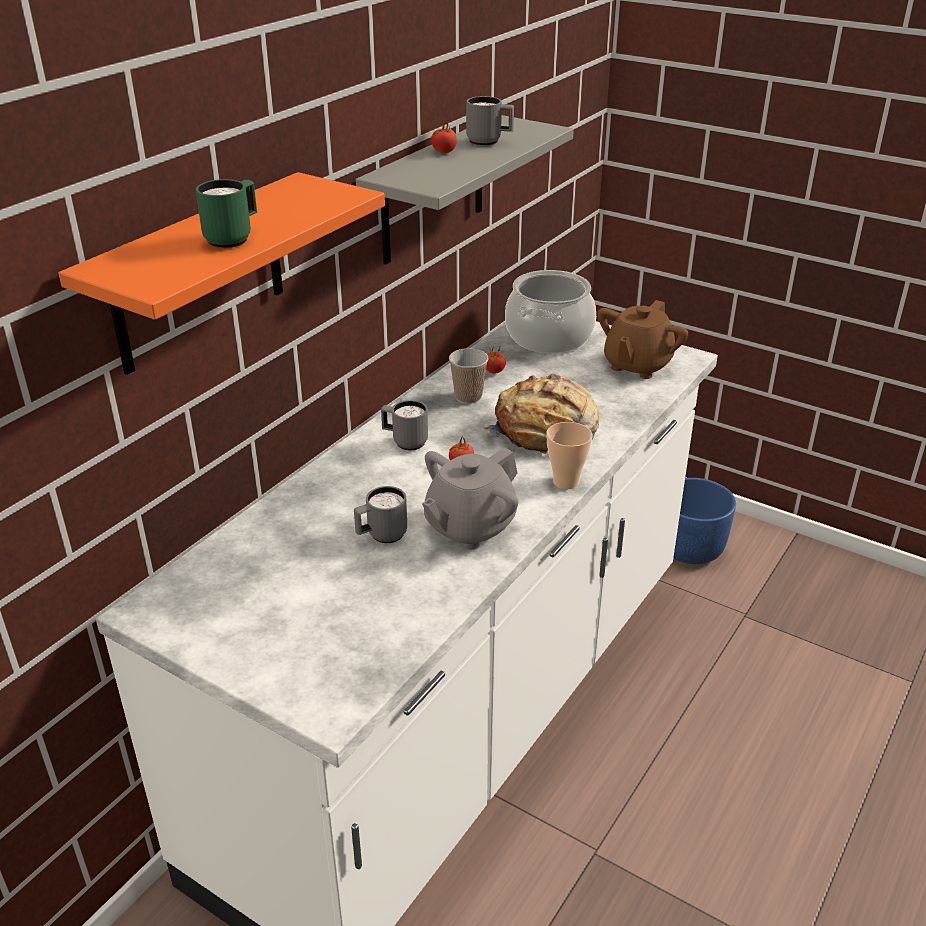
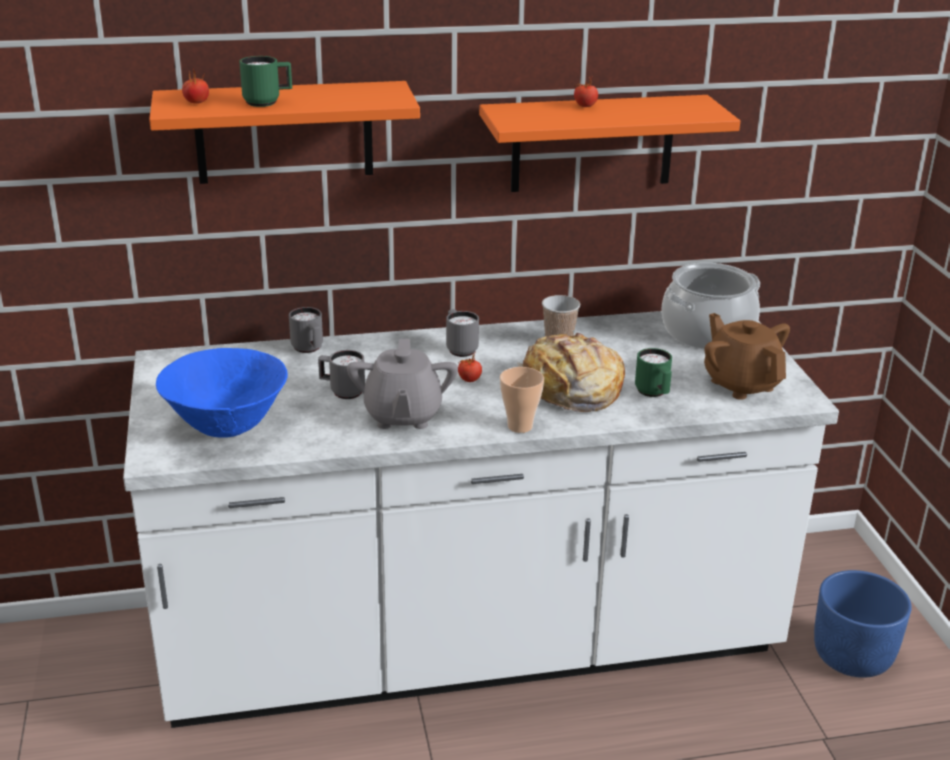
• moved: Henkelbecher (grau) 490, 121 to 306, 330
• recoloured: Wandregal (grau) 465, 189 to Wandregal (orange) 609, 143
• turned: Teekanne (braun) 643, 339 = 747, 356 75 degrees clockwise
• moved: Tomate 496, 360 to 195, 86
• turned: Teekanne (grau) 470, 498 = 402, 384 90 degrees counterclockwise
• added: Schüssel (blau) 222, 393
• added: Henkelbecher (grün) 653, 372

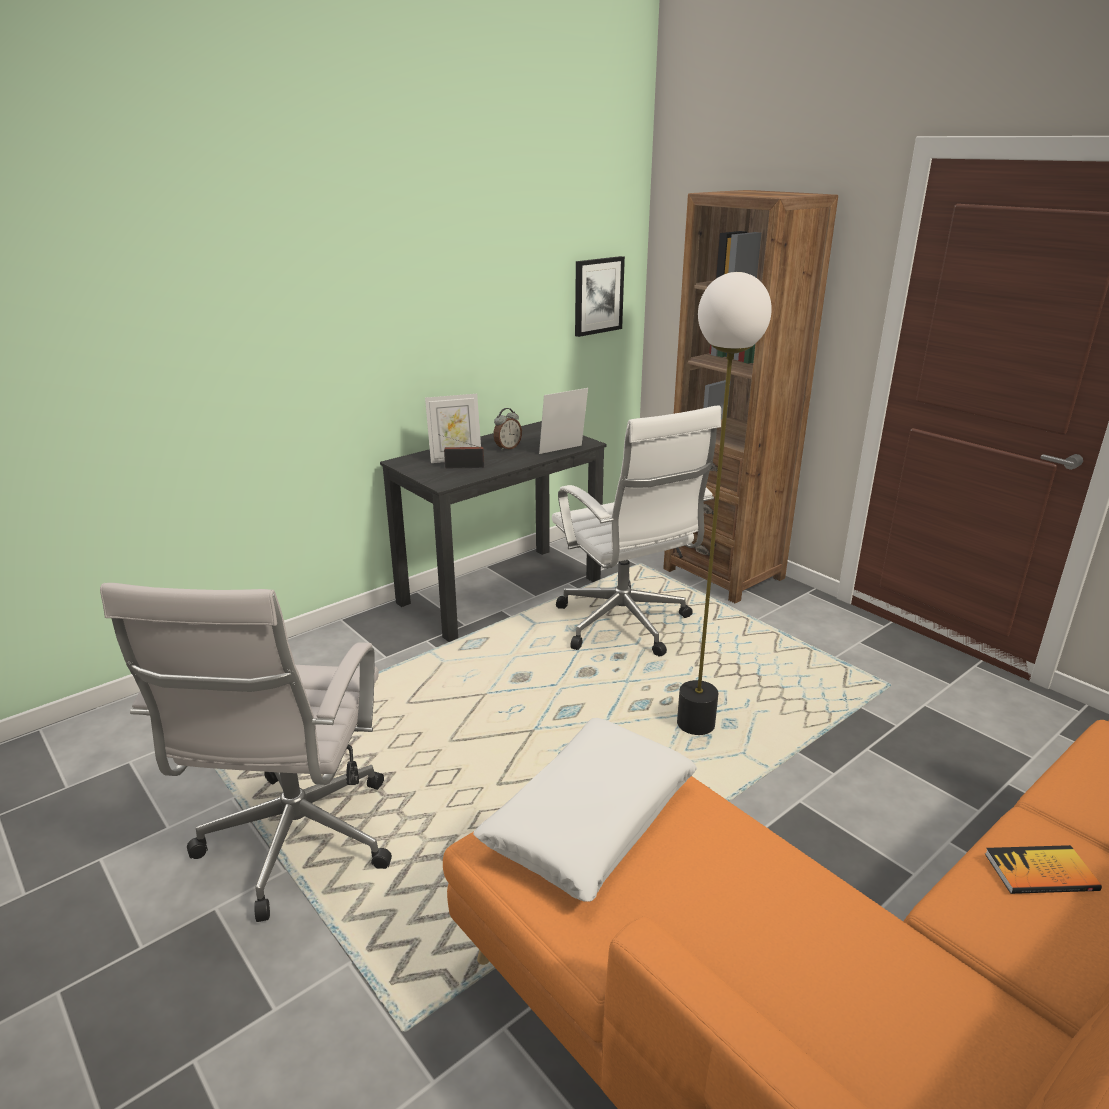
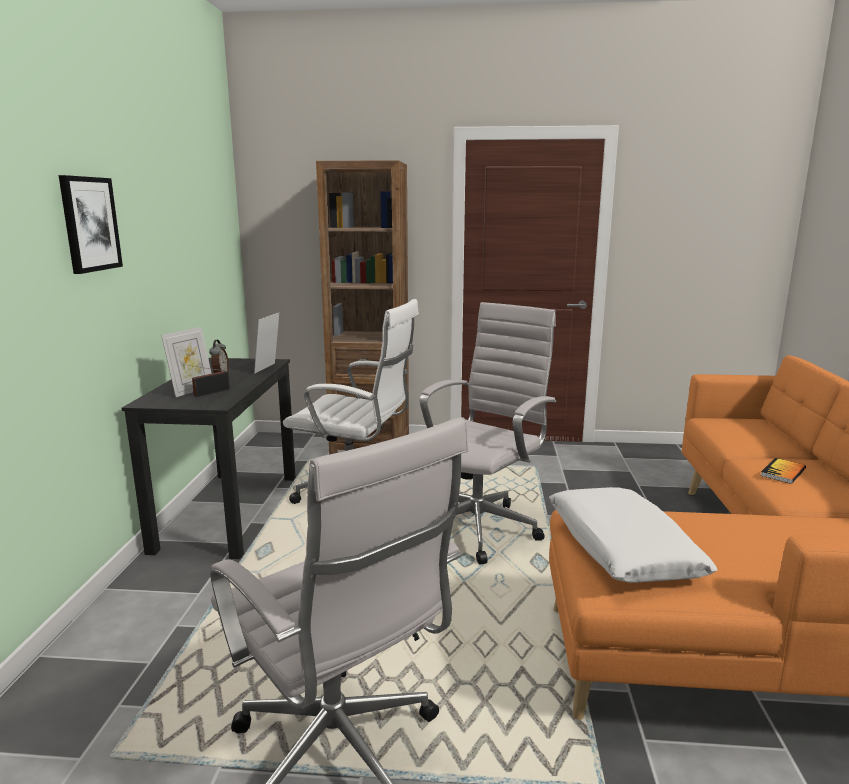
• moved: Bild 600, 296 to 91, 224
• replaced: Stehlampe 724, 503 to Bürostuhl (weiß) 488, 433

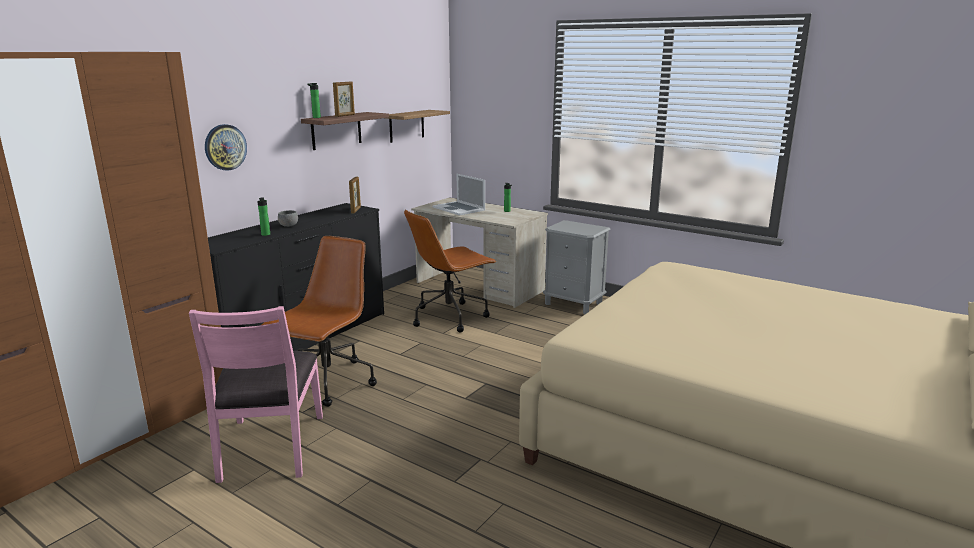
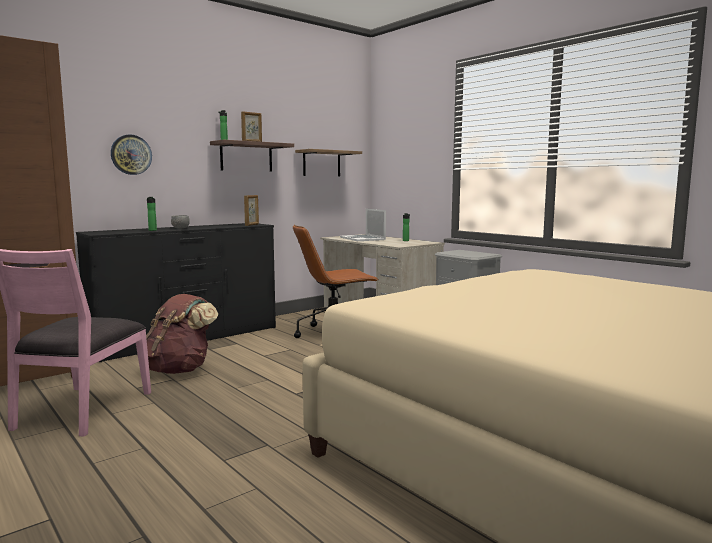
• replaced: Bürostuhl (braun) 319, 321 to Rucksack (braun) 182, 334

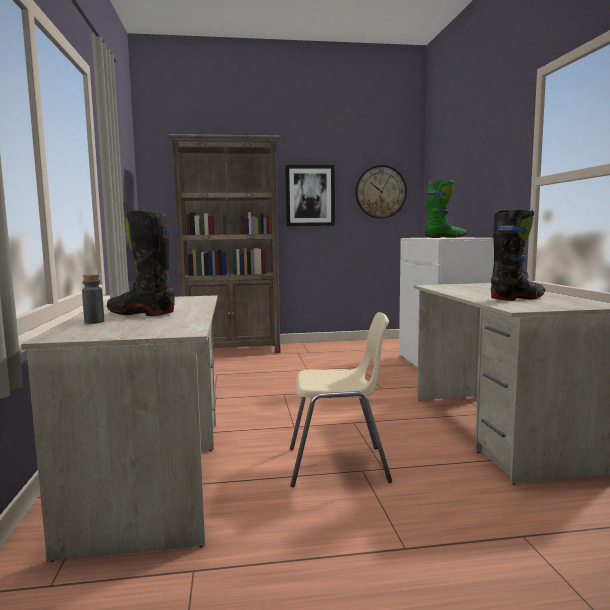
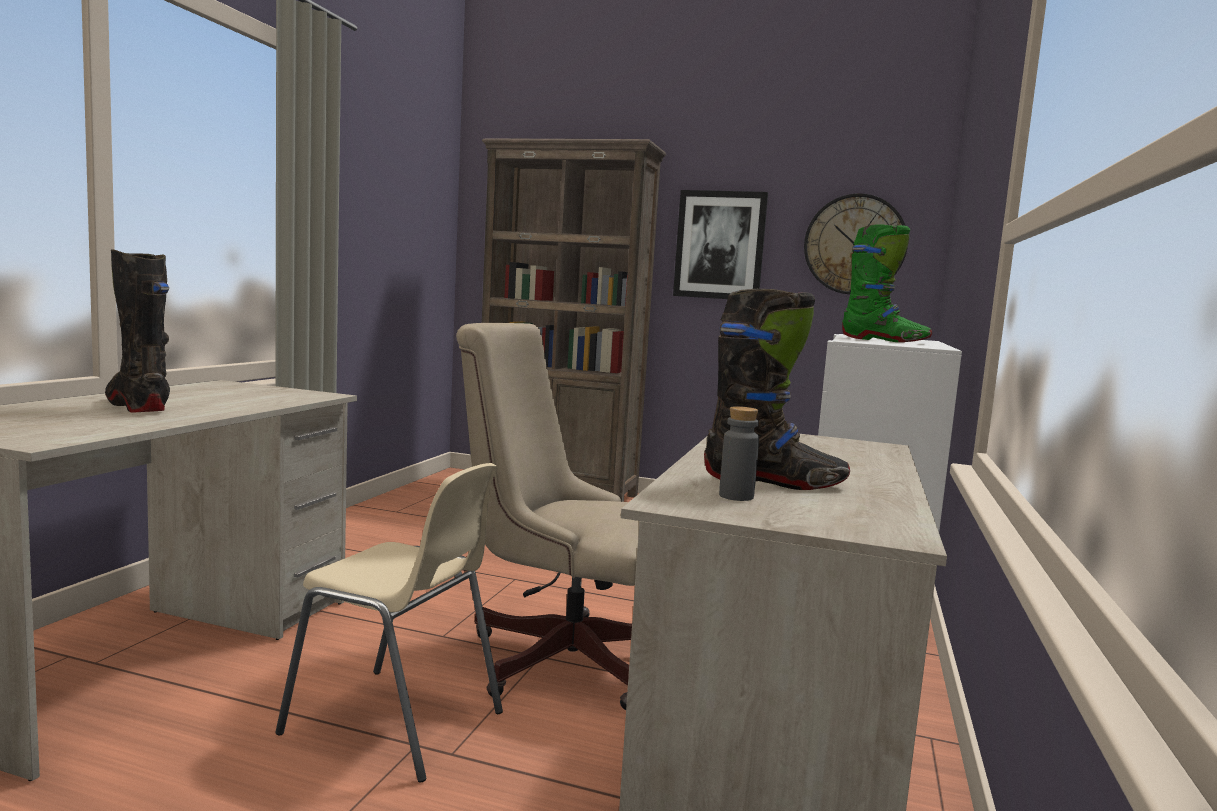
• moved: Flasche (grau) 93, 299 to 739, 453
• added: Bürostuhl (beige) 547, 516

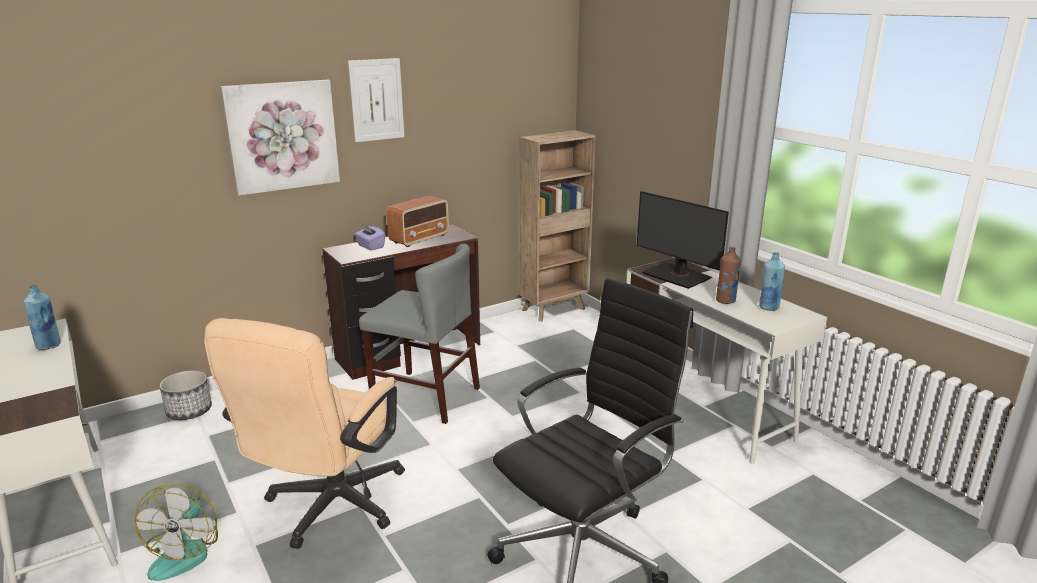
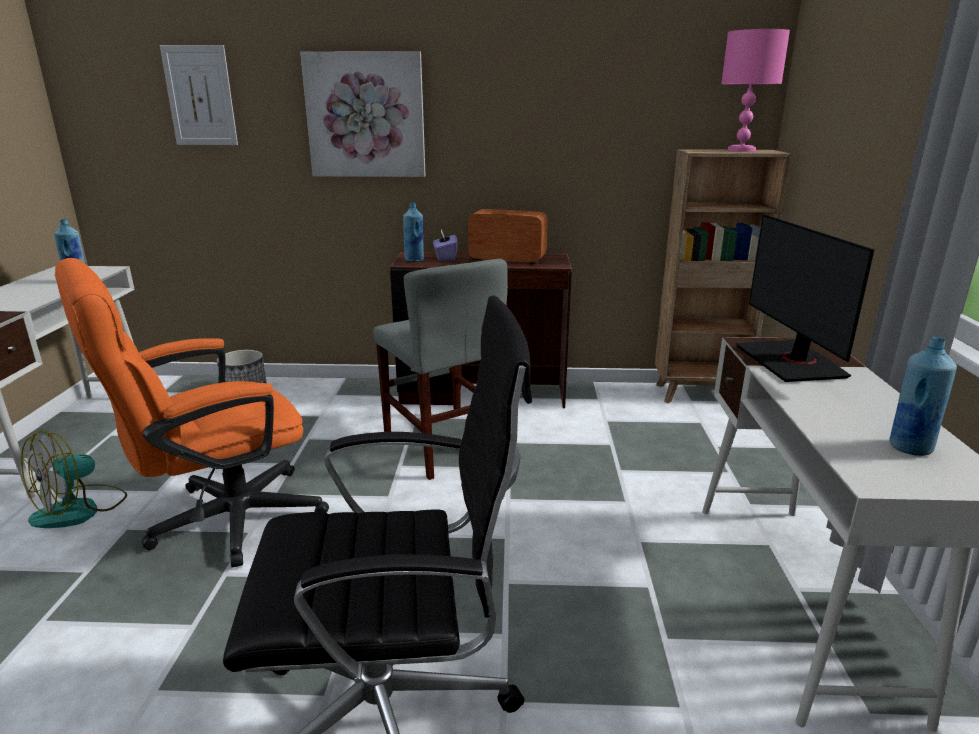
• moved: Bild 376, 100 to 199, 95
• turned: Radio 417, 221 = 508, 236 150 degrees counterclockwise
• removed: Flasche (braun) 728, 275
• recoloured: Bürostuhl (beige) 304, 433 to Bürostuhl (orange) 192, 413
• added: Tischlampe (rosa) 755, 90
• added: Flasche (blau) 413, 232

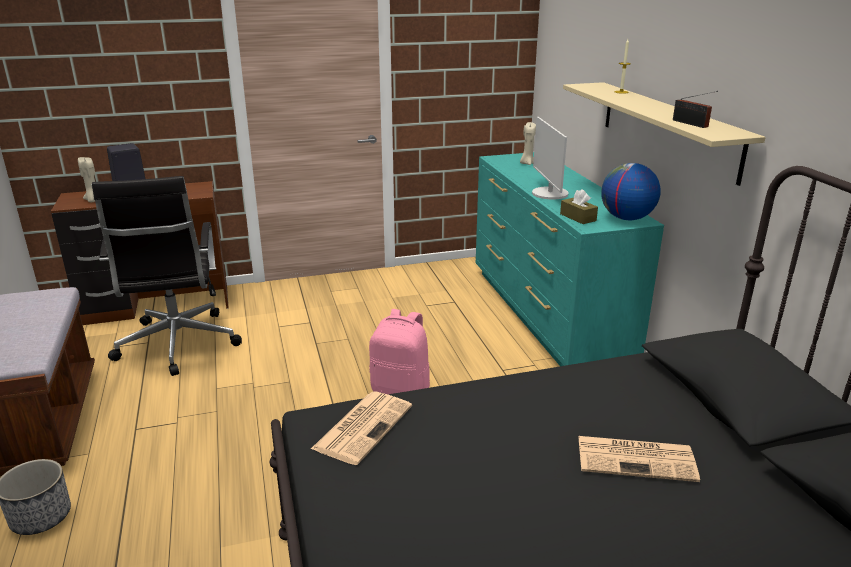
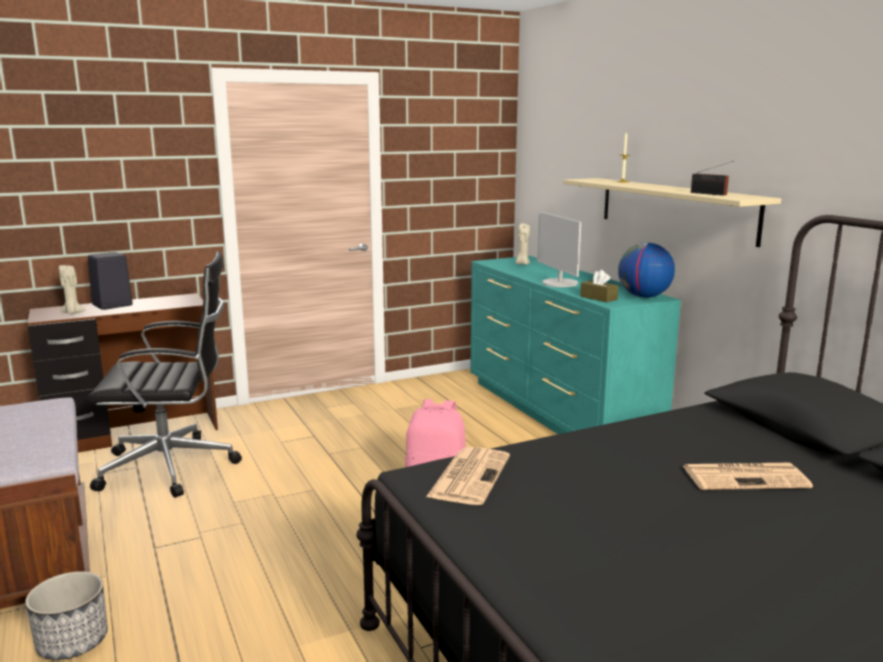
• turned: Bürostuhl (schwarz) 167, 276 = 164, 374 75 degrees counterclockwise

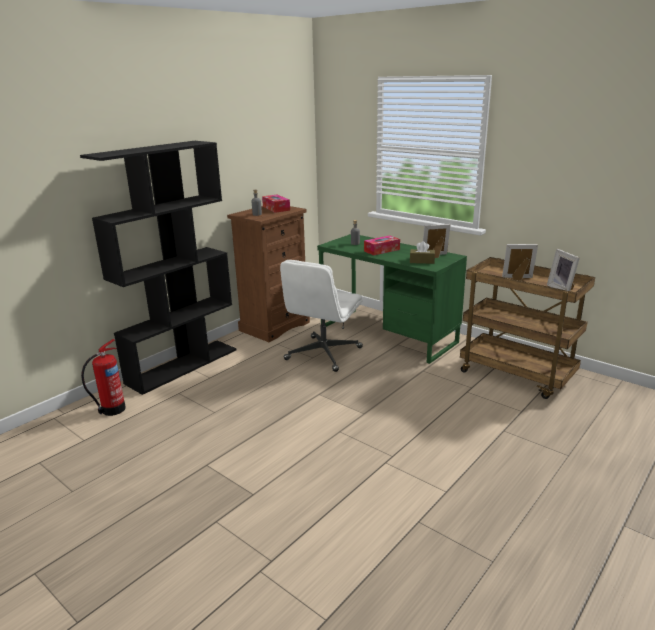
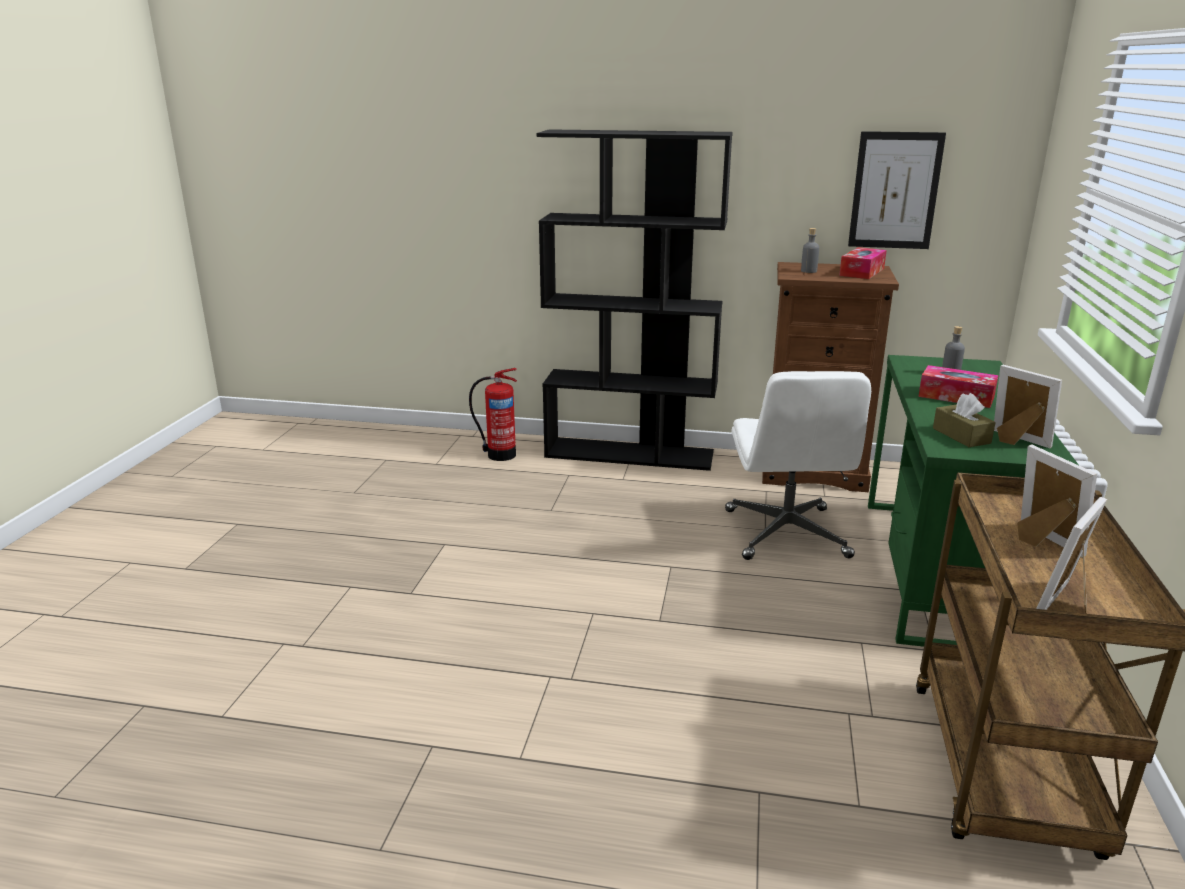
• turned: Bürostuhl (weiß) 321, 316 = 798, 465 90 degrees counterclockwise
• added: Bild 897, 190

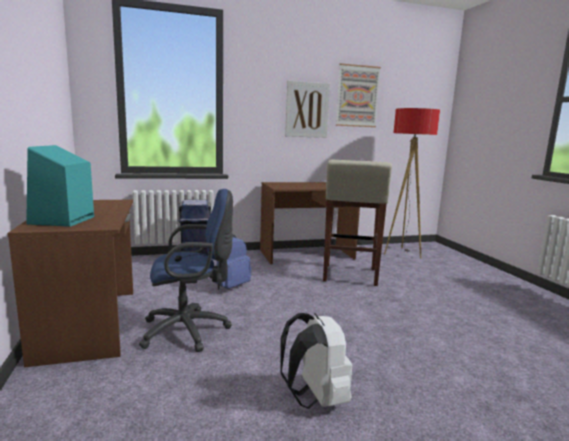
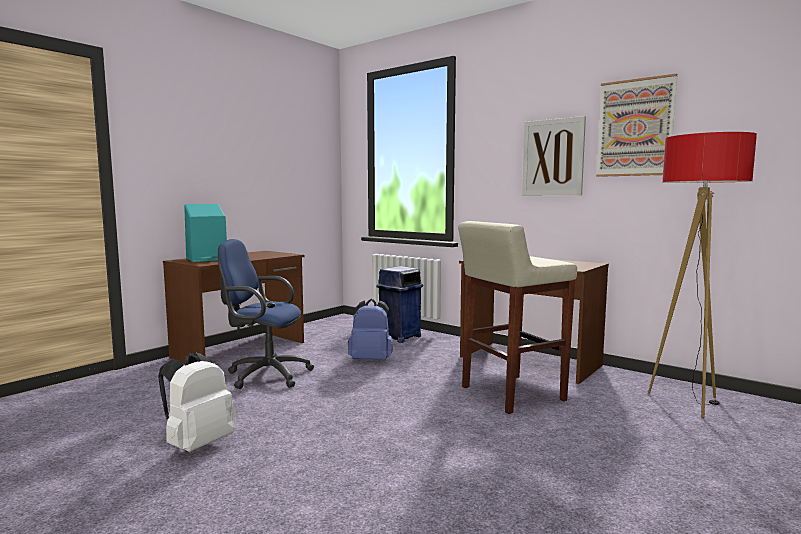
• turned: Bürostuhl (blau) 186, 270 = 266, 314 150 degrees clockwise

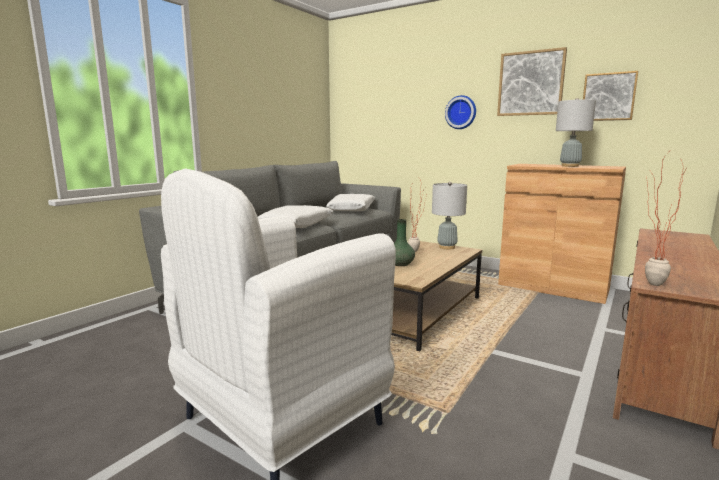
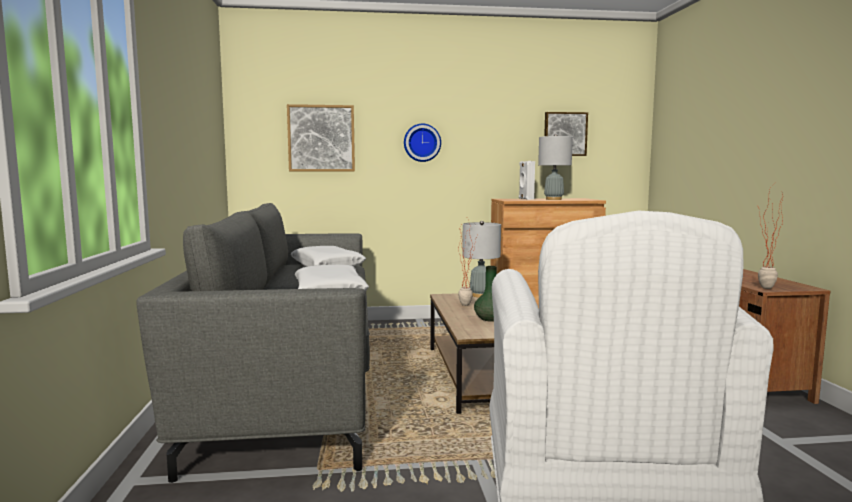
• moved: Bild 532, 81 to 321, 137
• added: Lautsprecher (weiß) 527, 180

